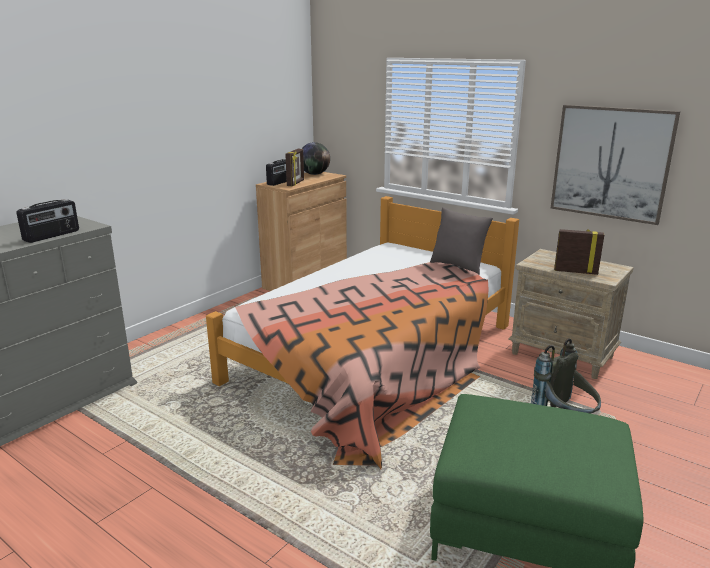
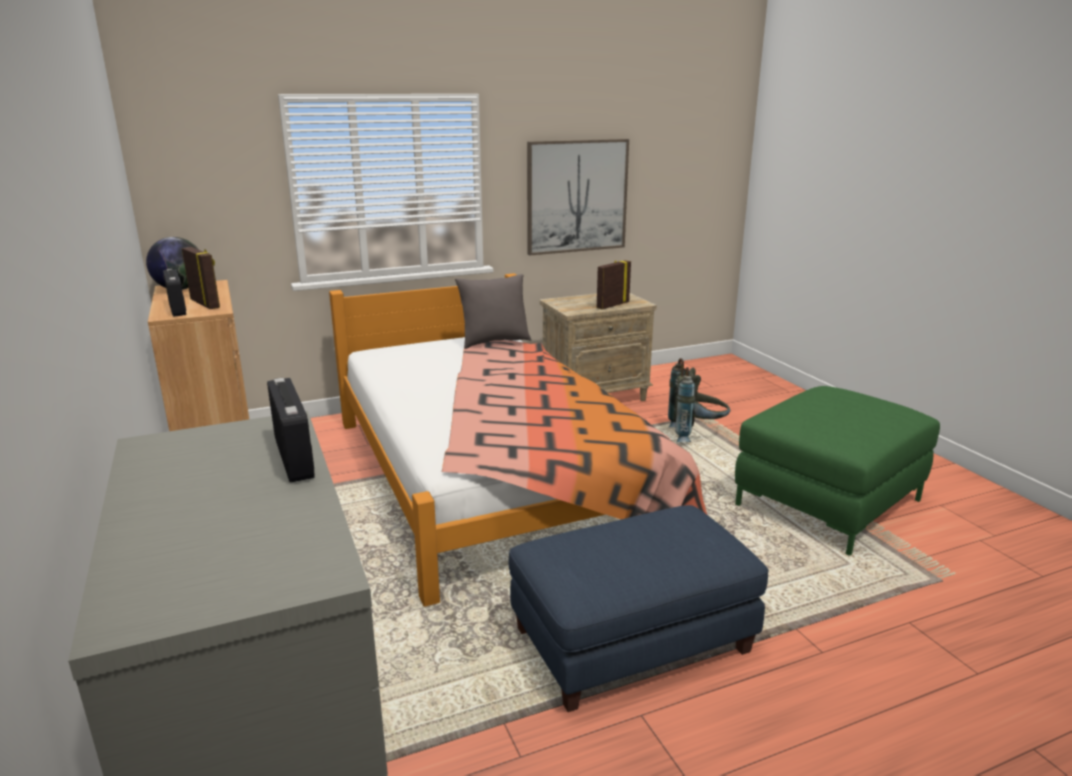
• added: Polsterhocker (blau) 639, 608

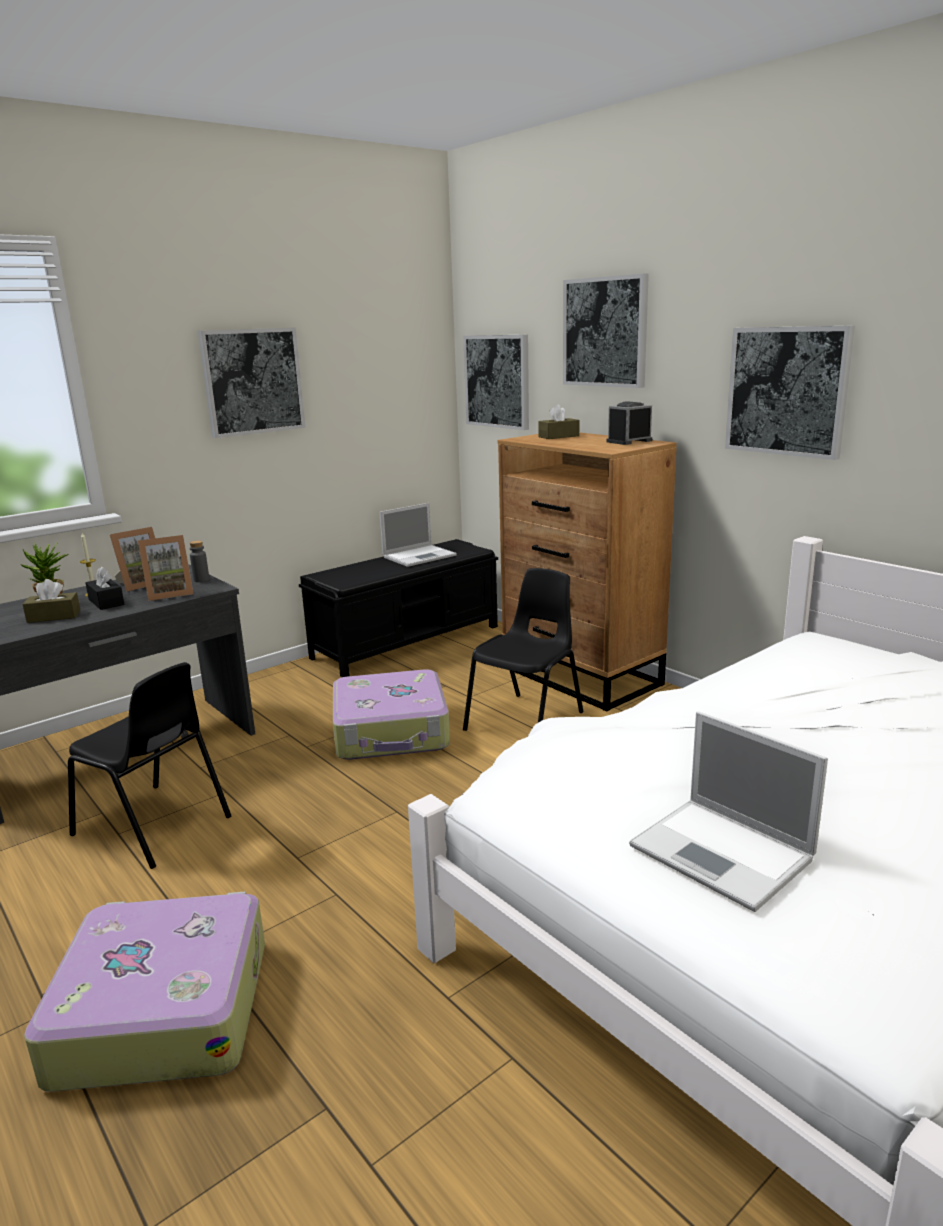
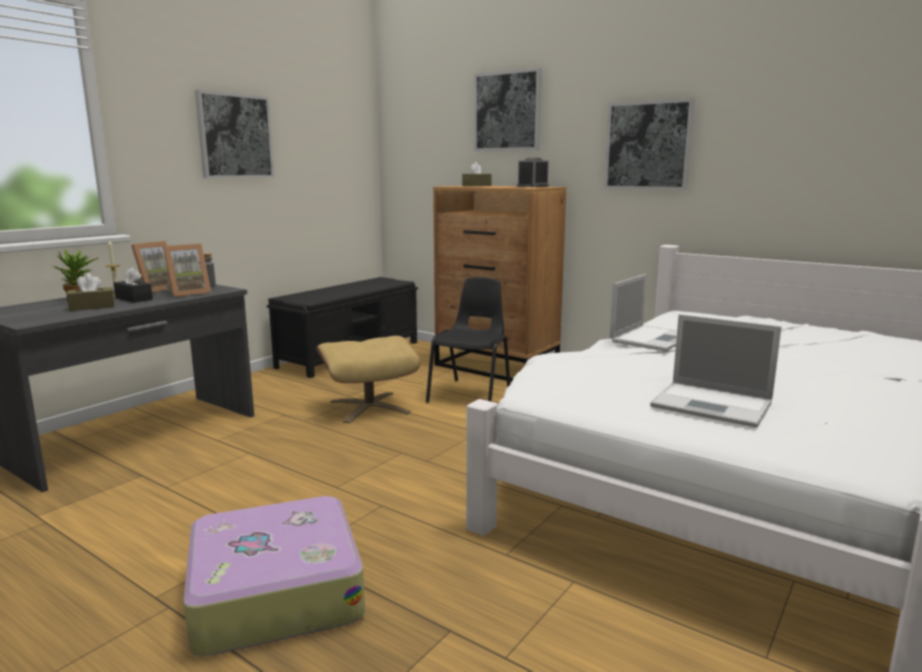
• removed: Bild 496, 382
• moved: Laptop 418, 535 to 643, 313
• removed: Stuhl (schwarz) 149, 765
• replaced: Koffer 391, 714 to Polsterhocker (beige) 368, 379

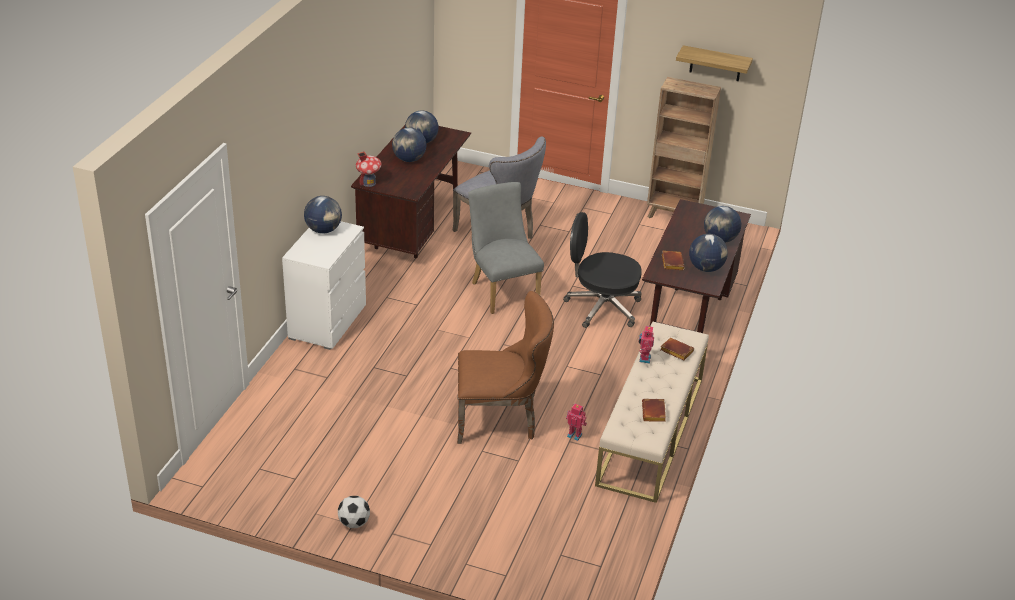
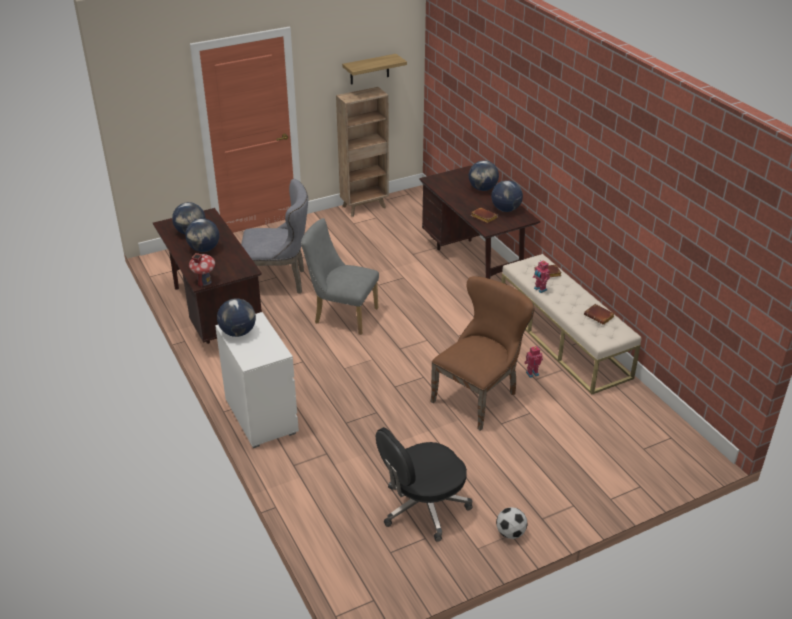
• moved: Bürostuhl (schwarz) 602, 270 to 424, 484

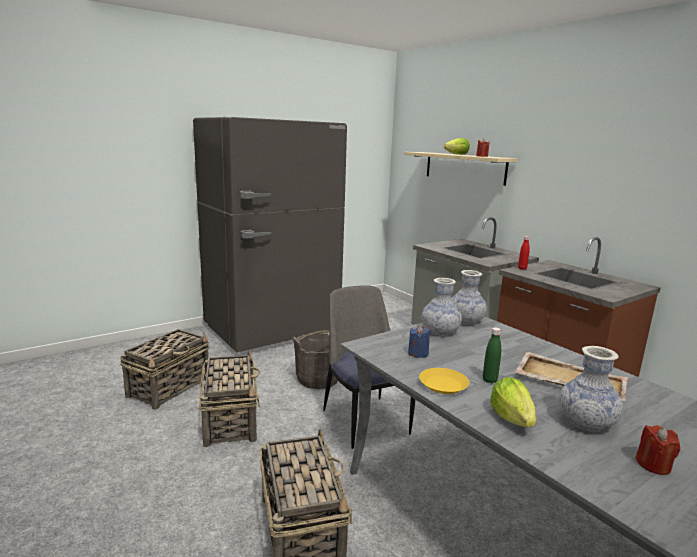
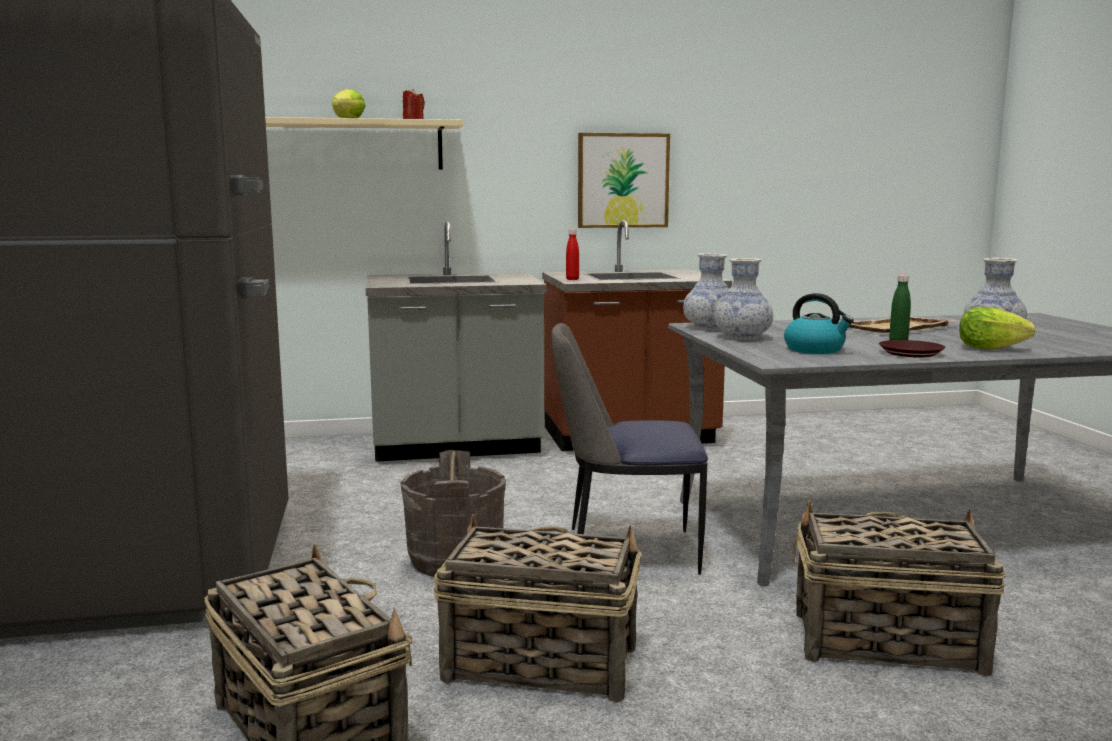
• replaced: Kerze (blau) 419, 342 to Wasserkessel 819, 323
• recoloured: Teller (gelb) 444, 381 to Teller (braun) 912, 348
• removed: Kerze (rot) 658, 450
• added: Bild 624, 180

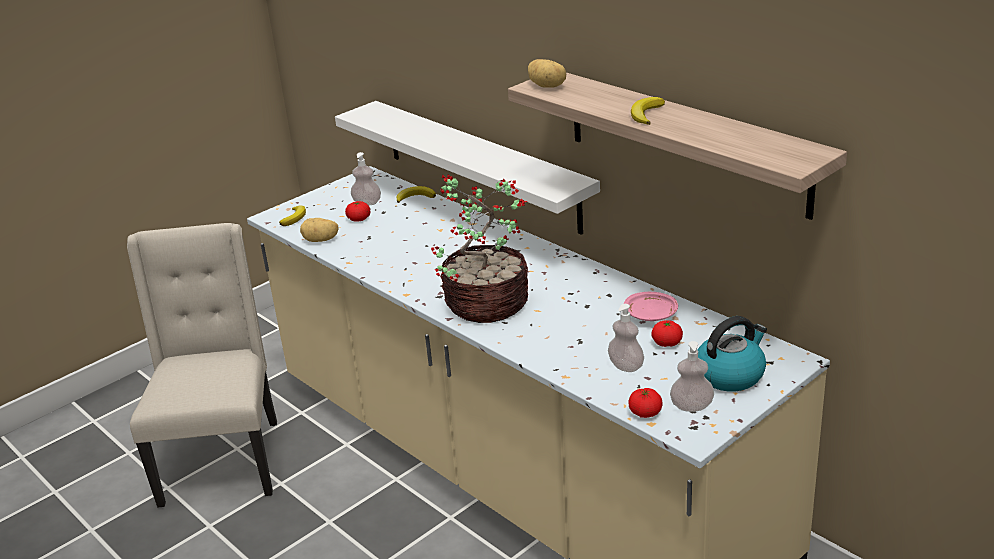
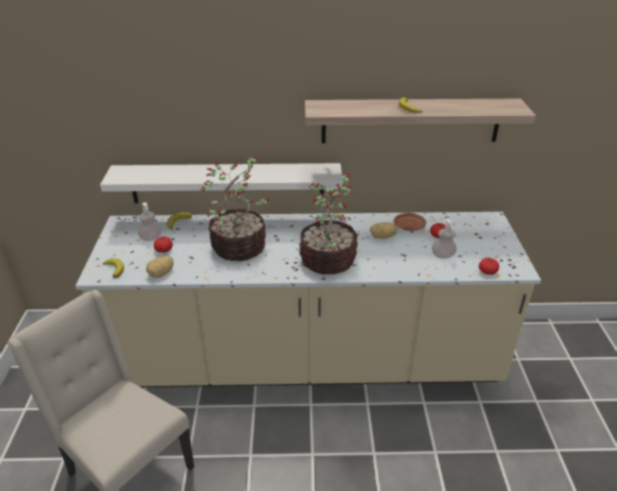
• moved: Kartoffel 547, 73 to 383, 230
• recoloured: Teller (rosa) 651, 306 to Teller (braun) 410, 222
• removed: Wasserkessel 732, 353
• removed: Seifenspender 692, 376
• added: Topfpflanze 234, 209

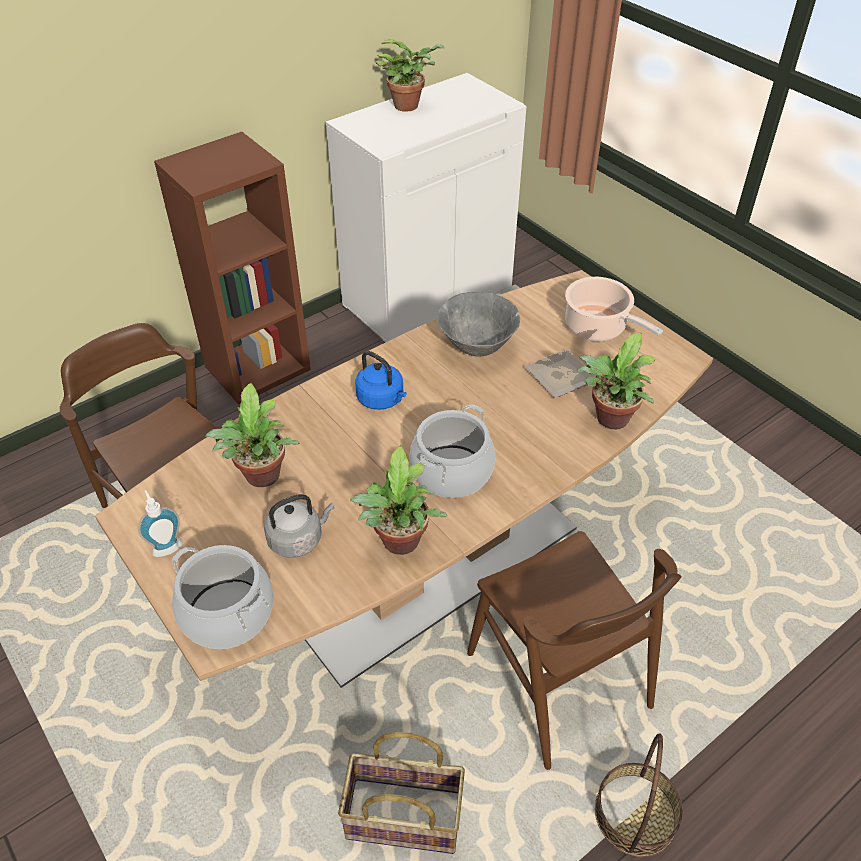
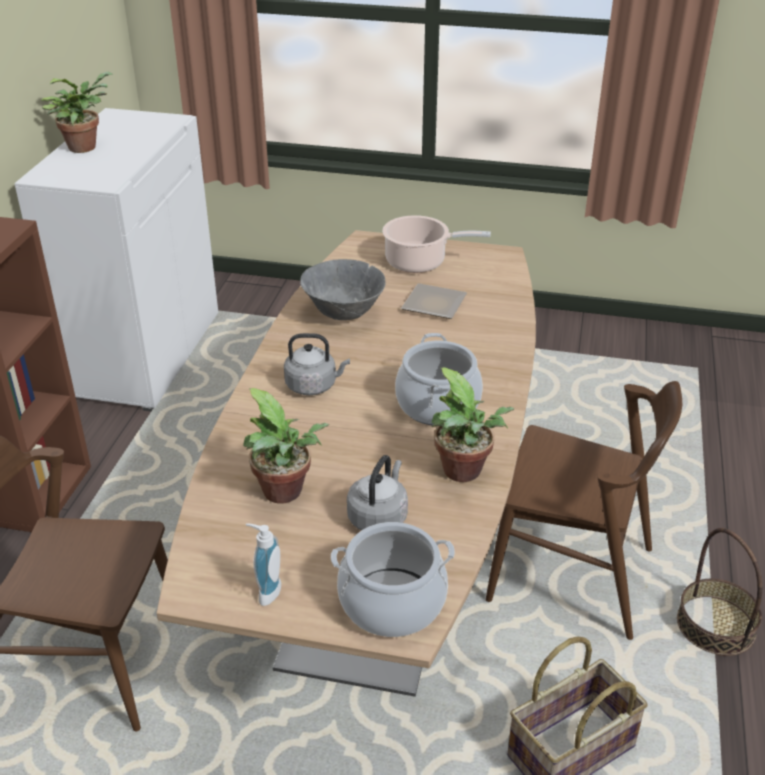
• removed: Topfpflanze 616, 381
• recoloured: Wasserkessel (blau) 381, 380 to Wasserkessel (grau) 317, 364

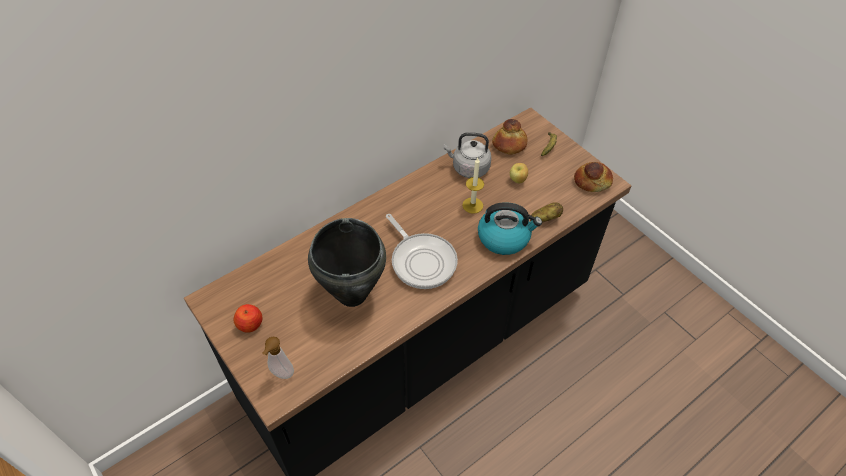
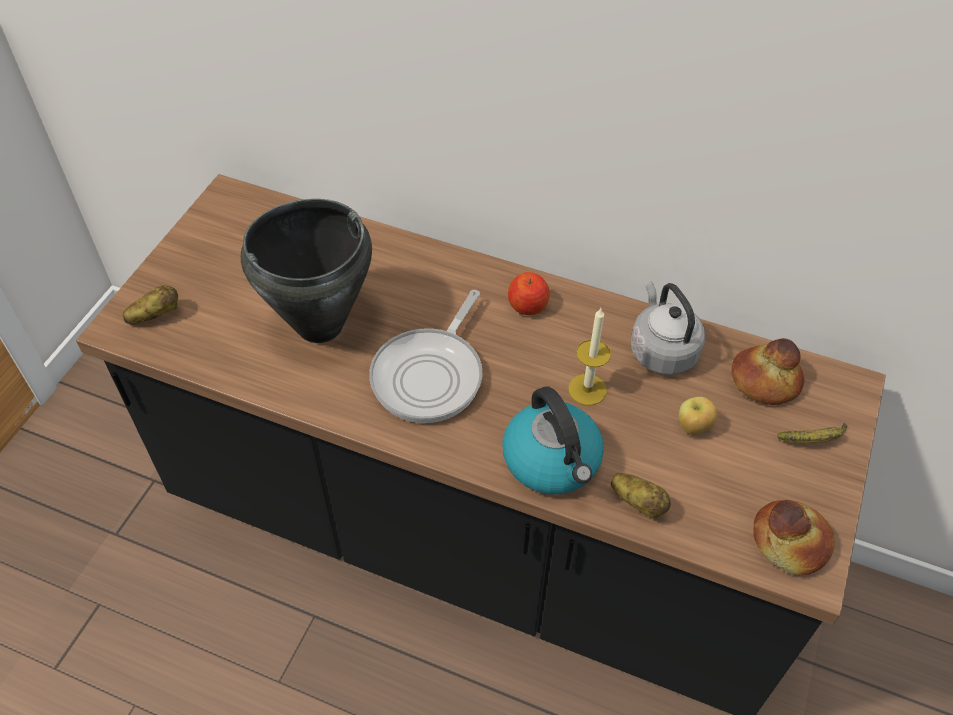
• moved: Apfel 248, 318 to 529, 293
• replaced: Seifenspender 278, 358 to Kartoffel 150, 305

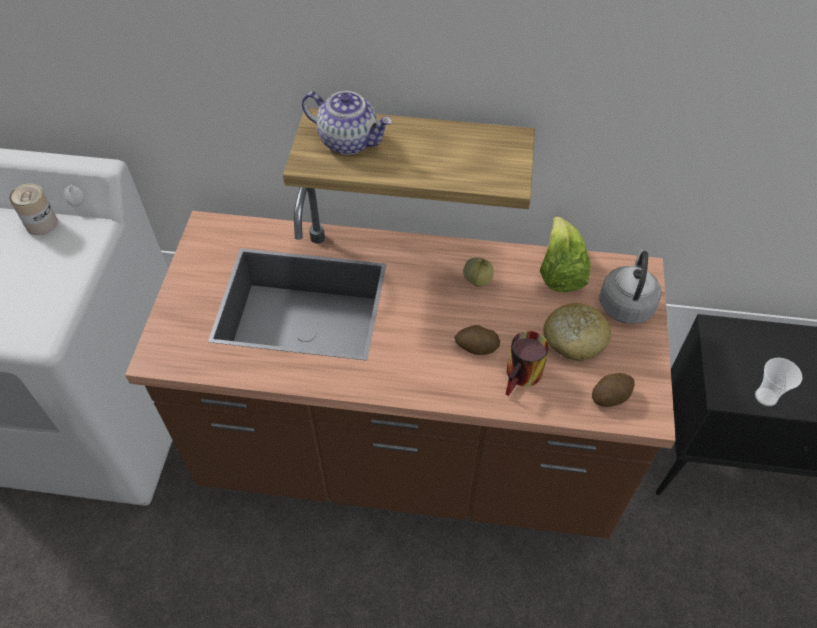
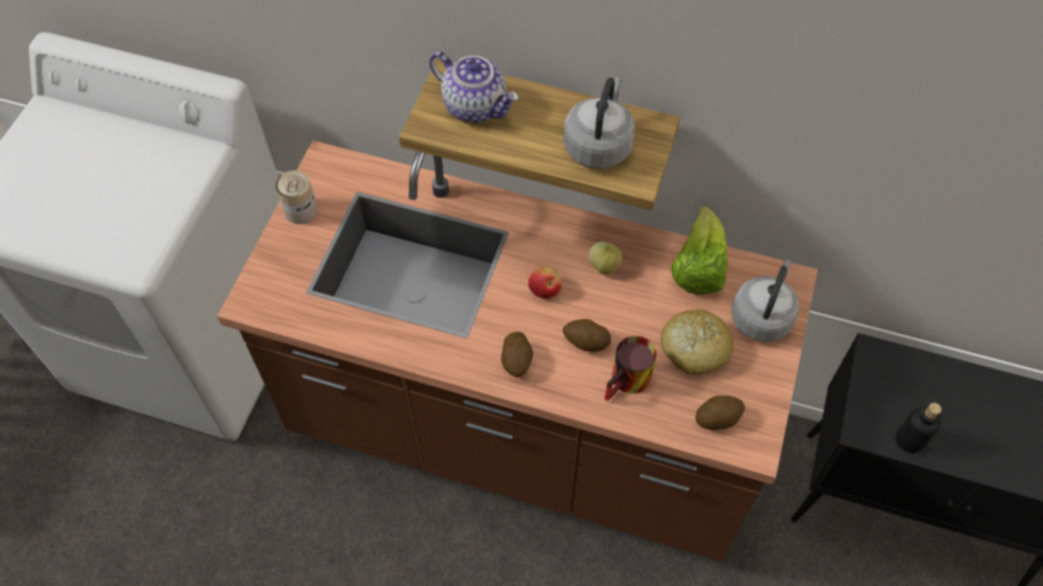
• moved: Dose 33, 209 to 296, 197
• replaced: Tasse 779, 382 to Flasche 919, 428
• added: Wasserkessel (grau) 599, 123
• added: Apfel 545, 283
• added: Kartoffel 517, 355

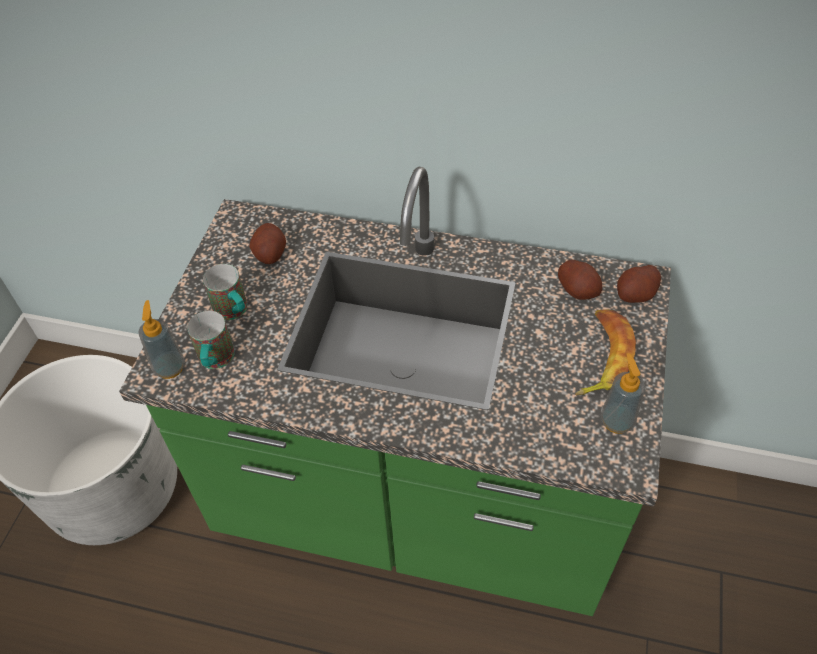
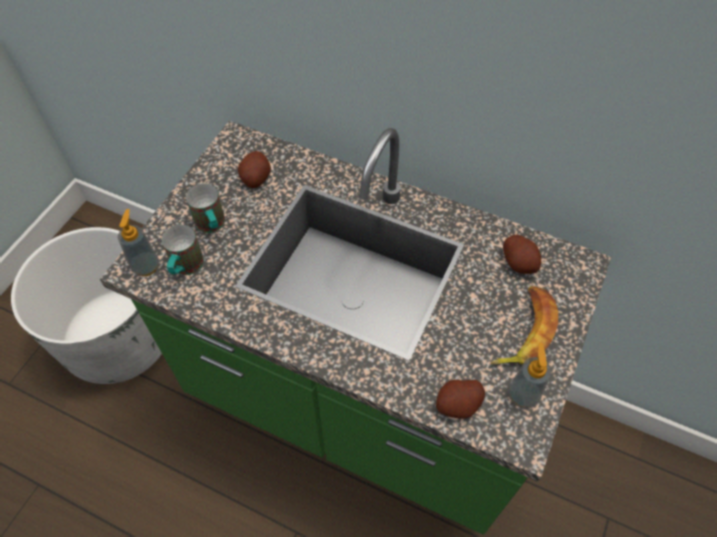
• moved: Kartoffel 639, 284 to 460, 399

